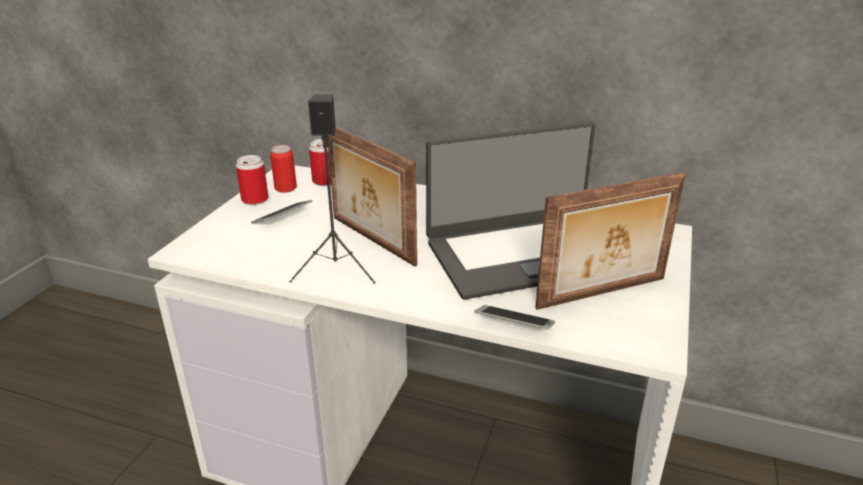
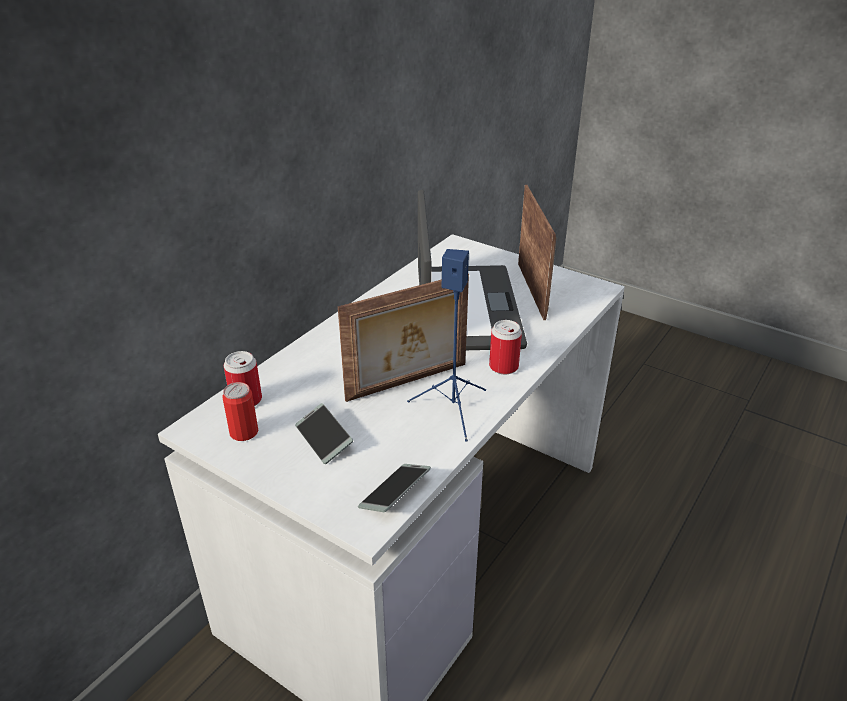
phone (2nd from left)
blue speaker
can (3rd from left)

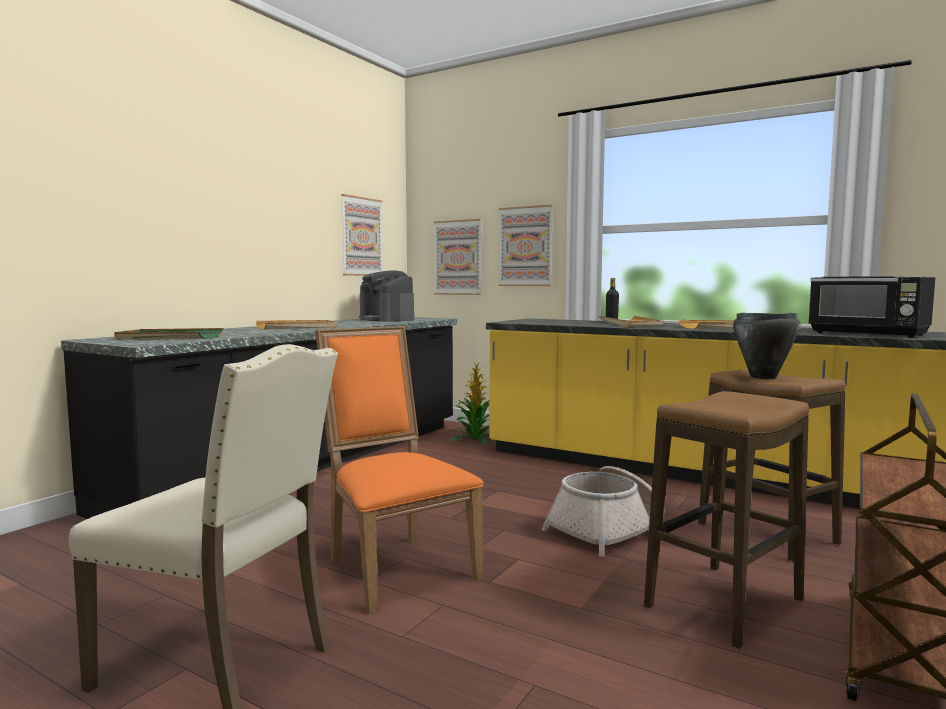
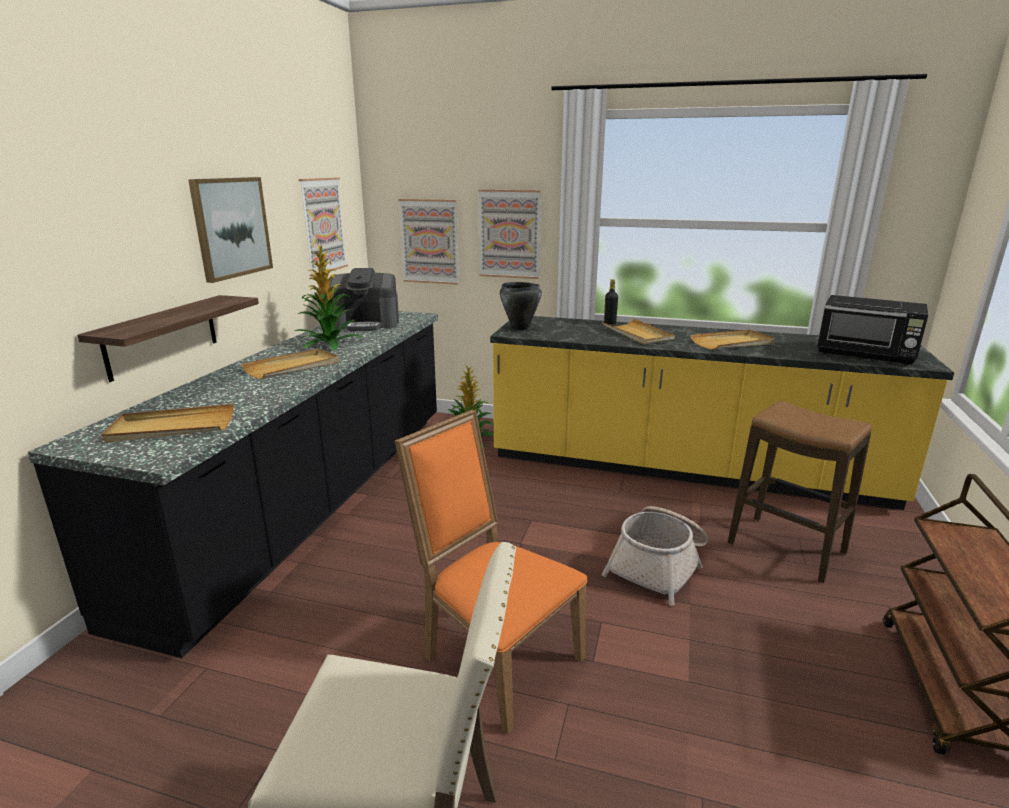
shelf
beige tray (1st from left)
picture (1st from left)
potted plant (1st from left)
coffee machine
black cooking pot
stool (1st from left in the first image)

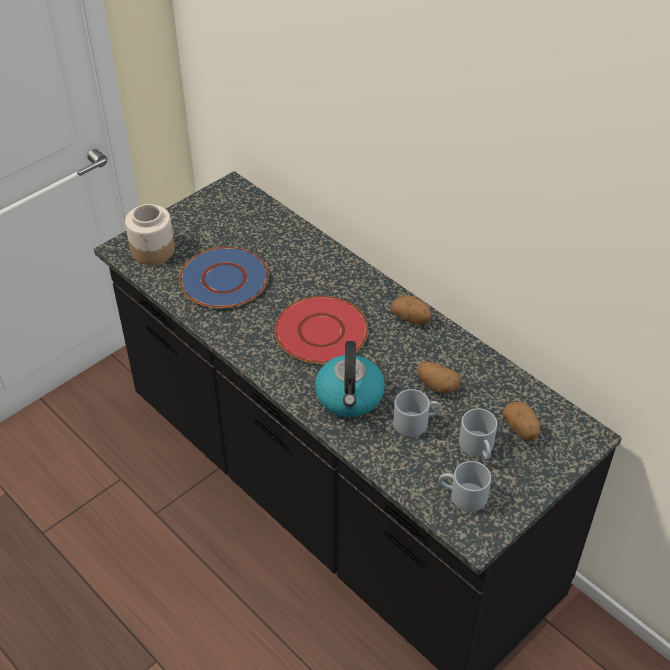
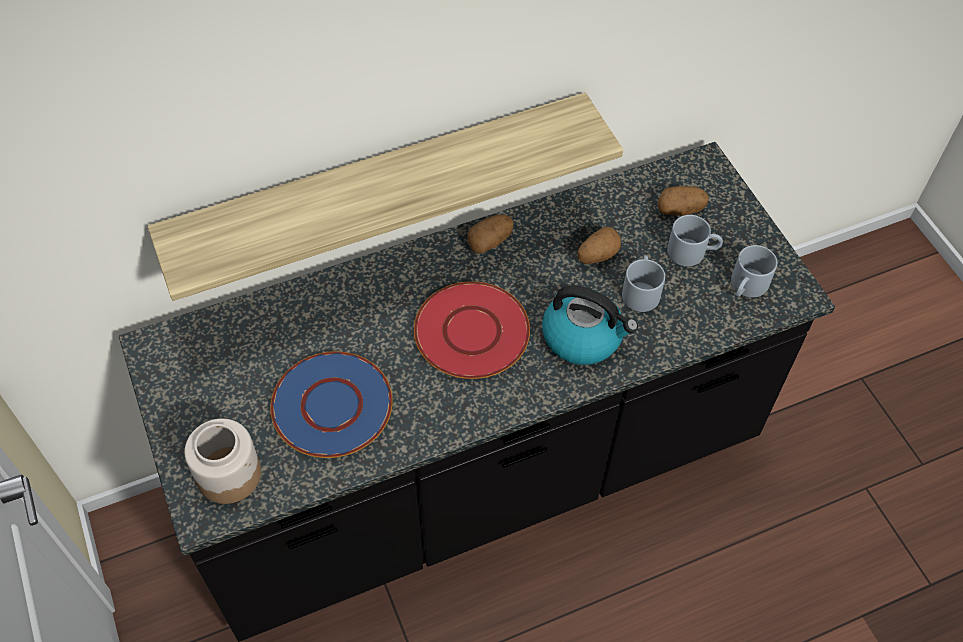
shelf

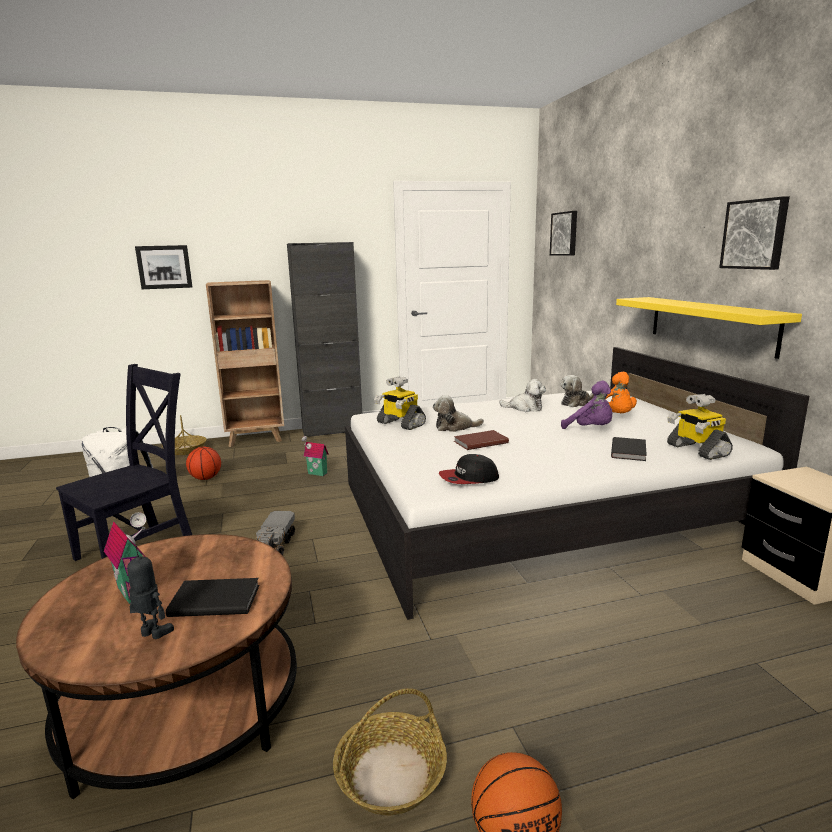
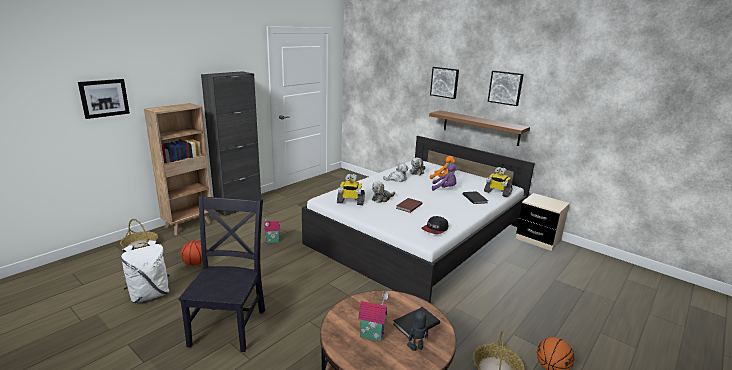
brown shelf
picture (2nd from left)
toy truck

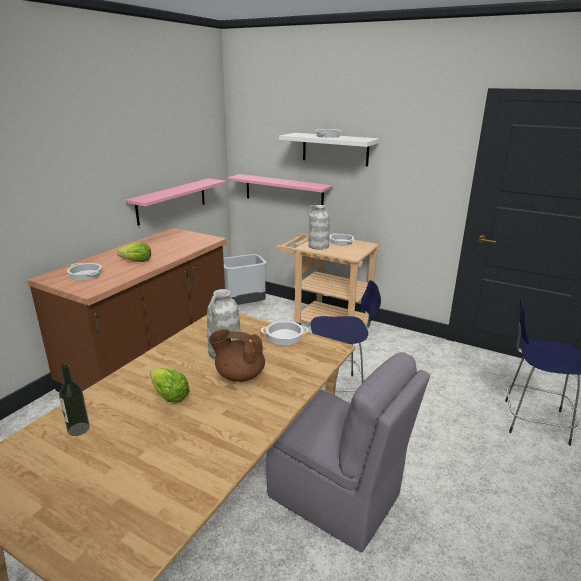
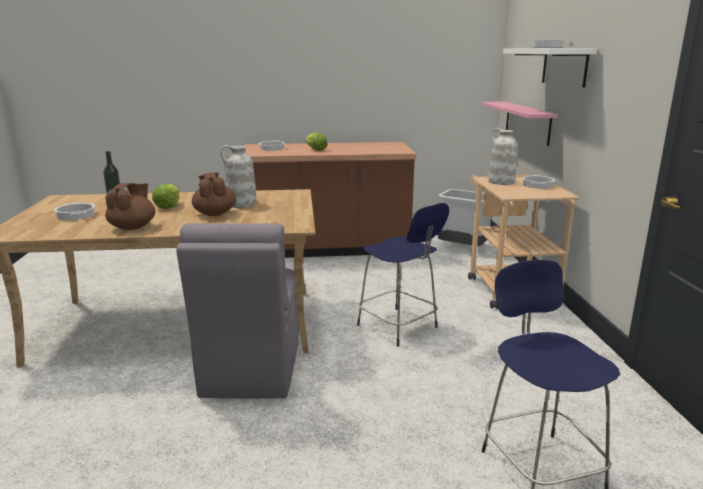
cooking pot (1st from left)
brown teapot (1st from left)
pink shelf (1st from left in the first image)

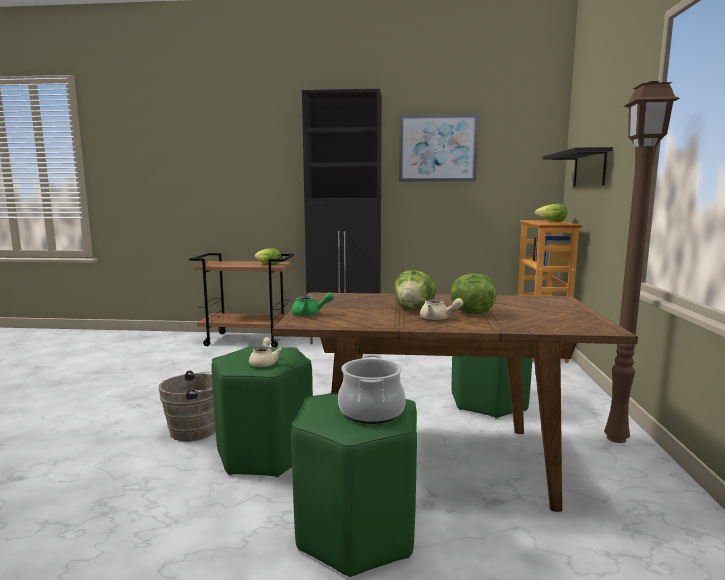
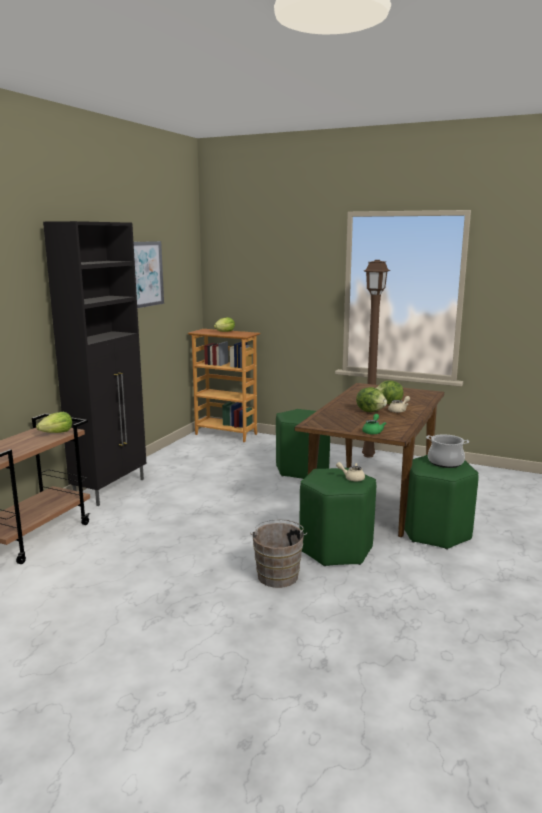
black shelf

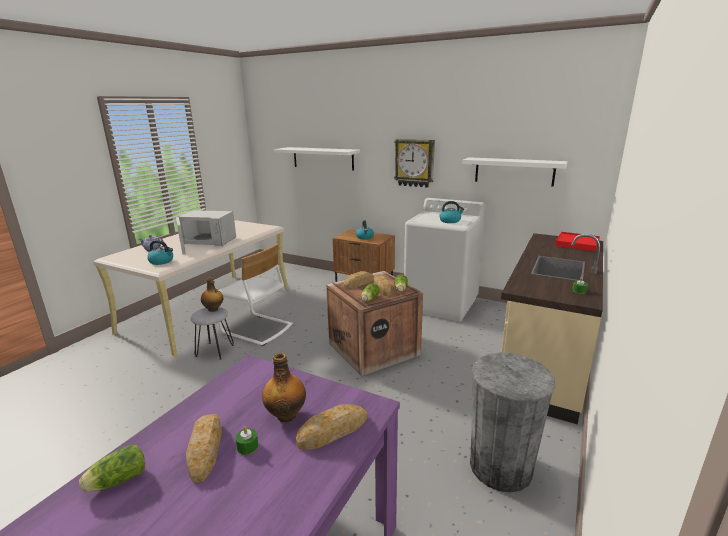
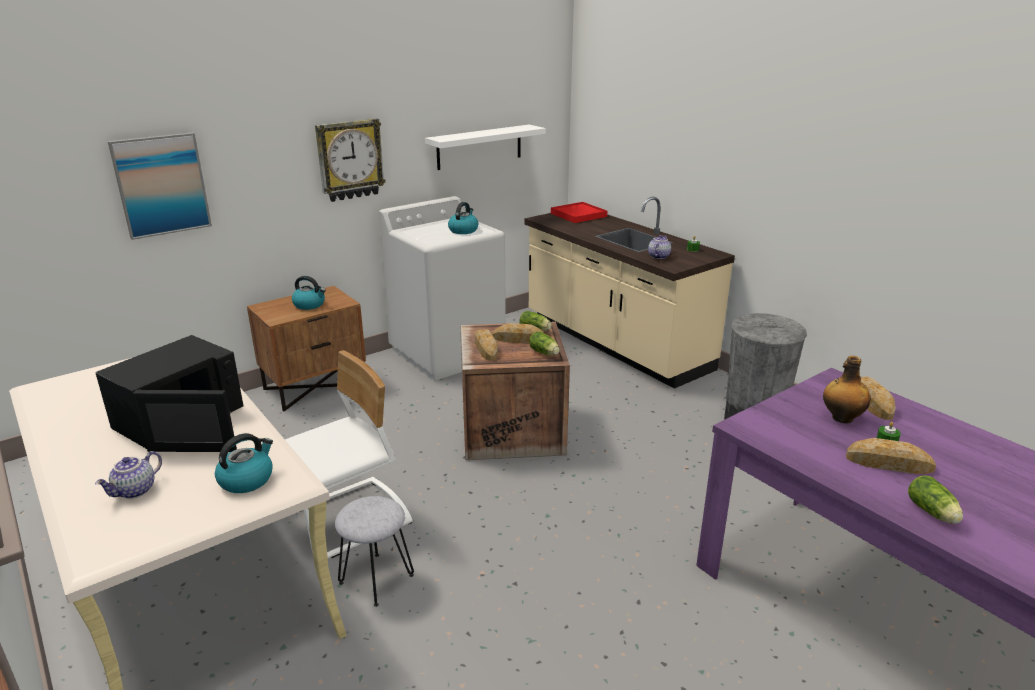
black microwave
picture
teapot (2nd from left)
bottle (1st from left in the first image)

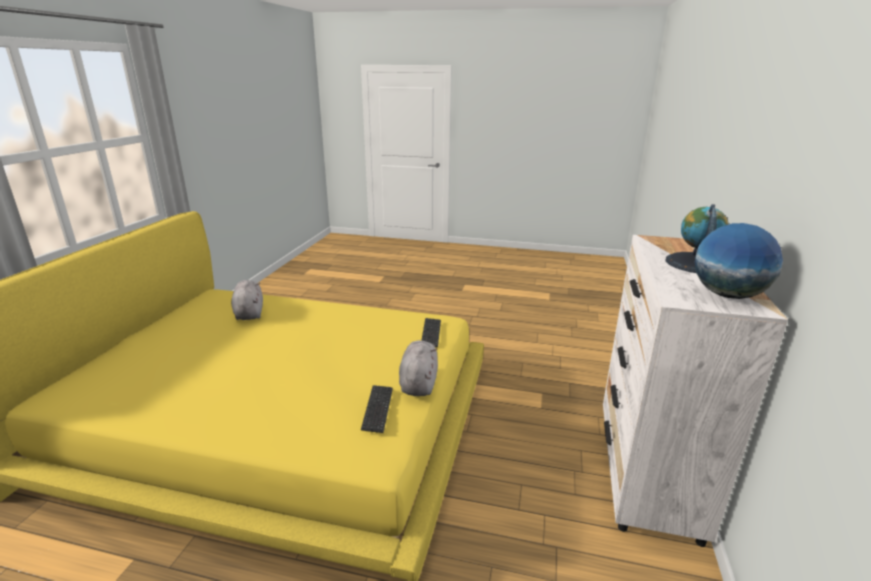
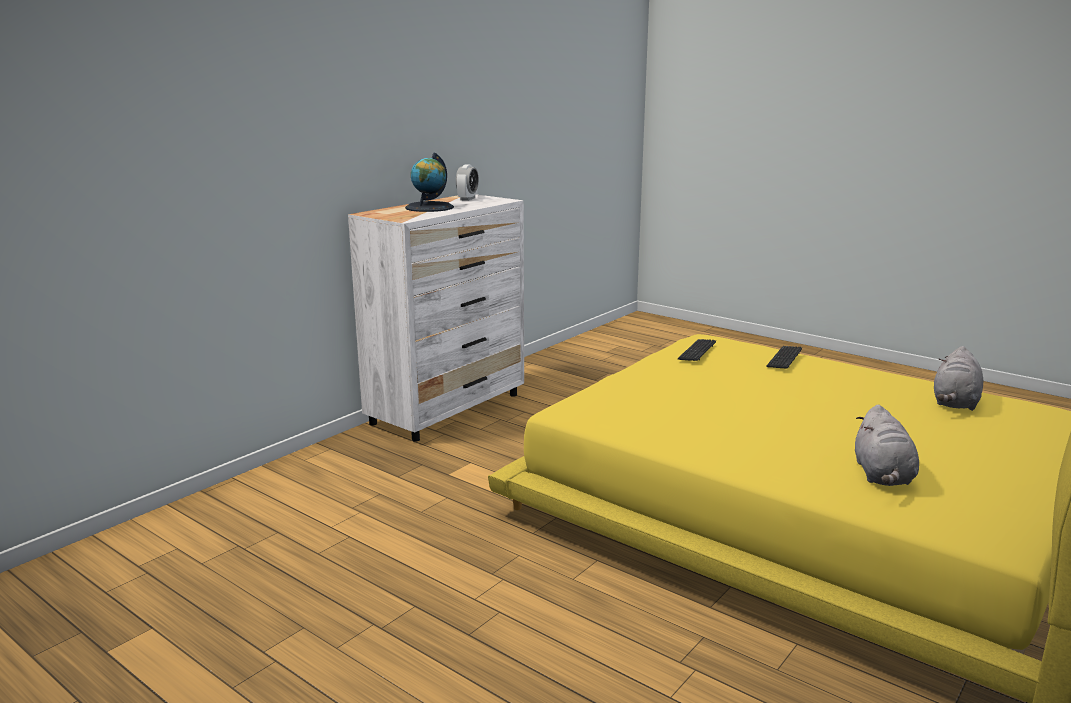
alarm clock
keyboard (2nd from left)
grey plush toy (2nd from left)

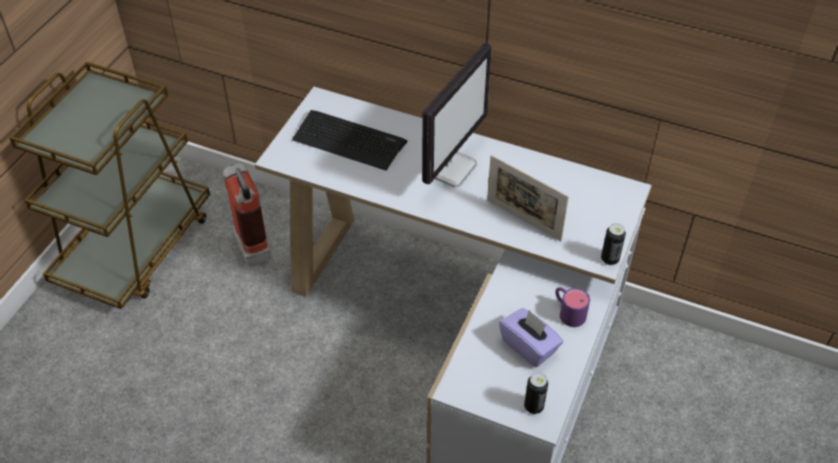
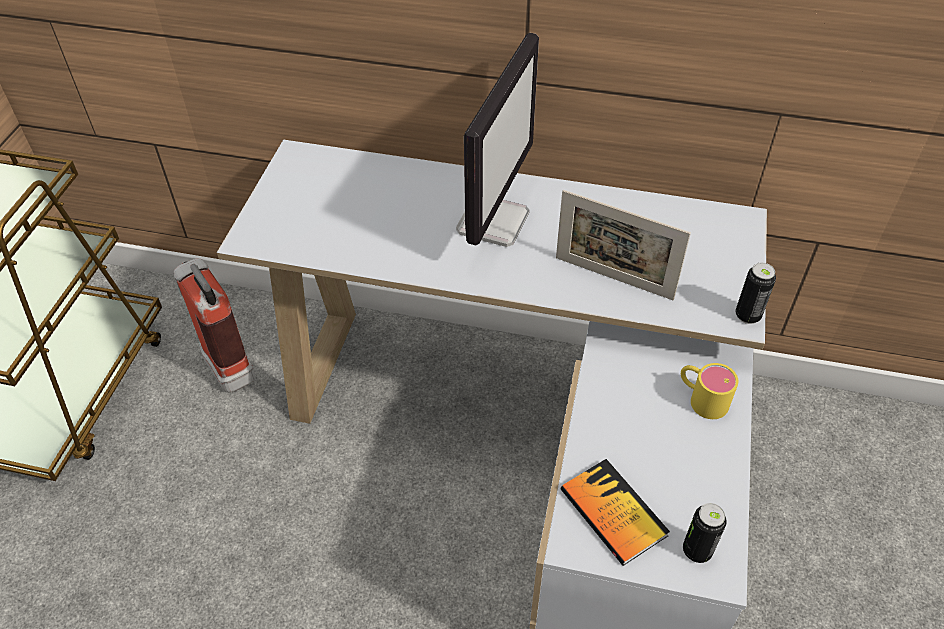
book
yellow mug
keyboard
purple tissue box

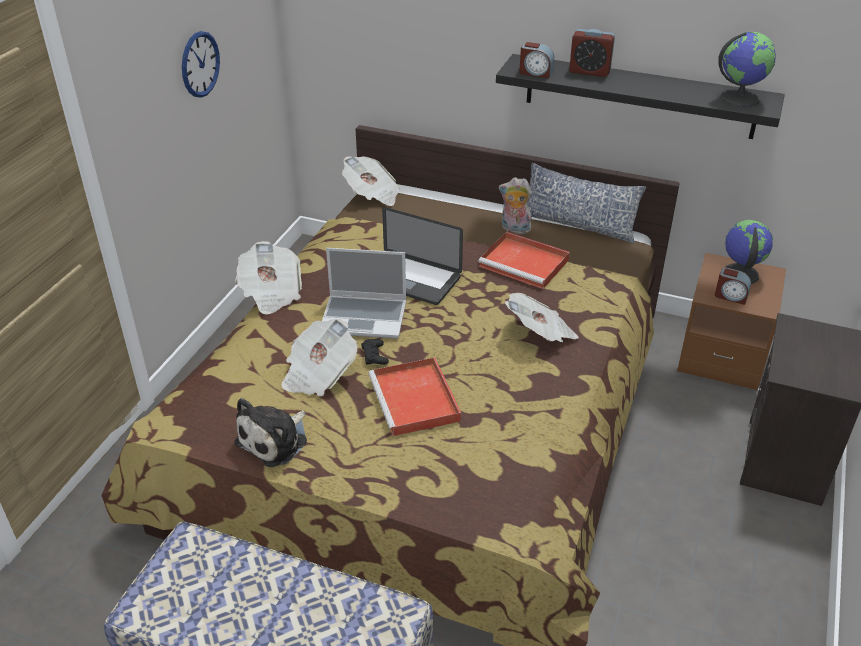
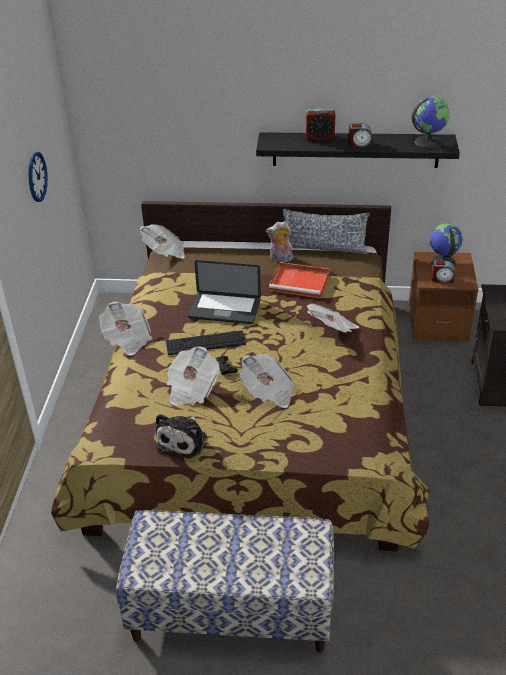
keyboard
newspaper (4th from left)
alarm clock (2nd from left)

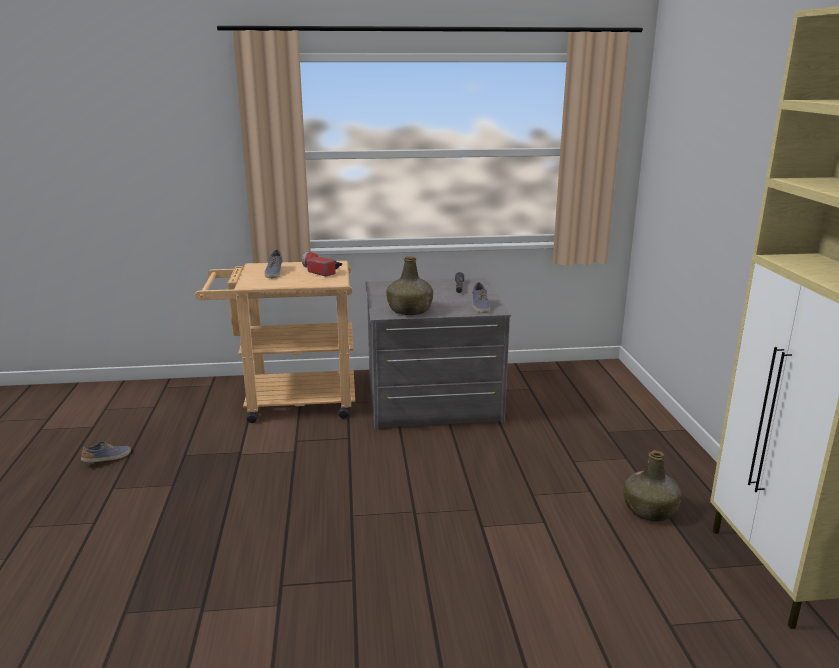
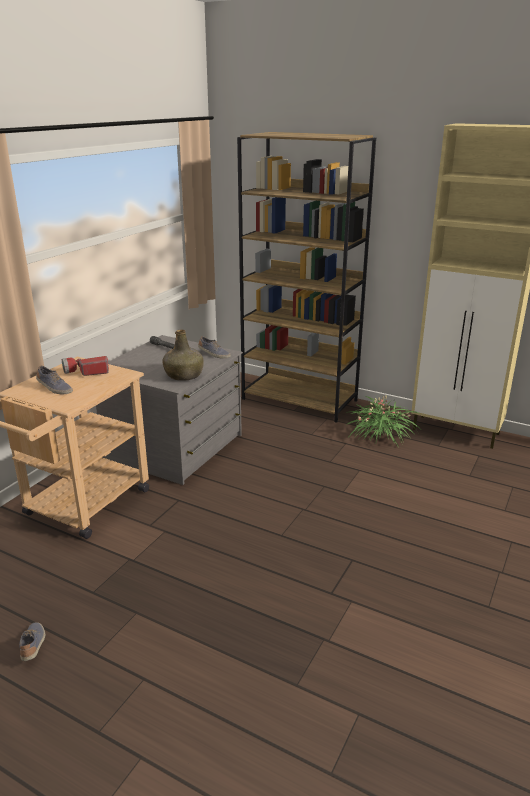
brown bookcase
potted plant

